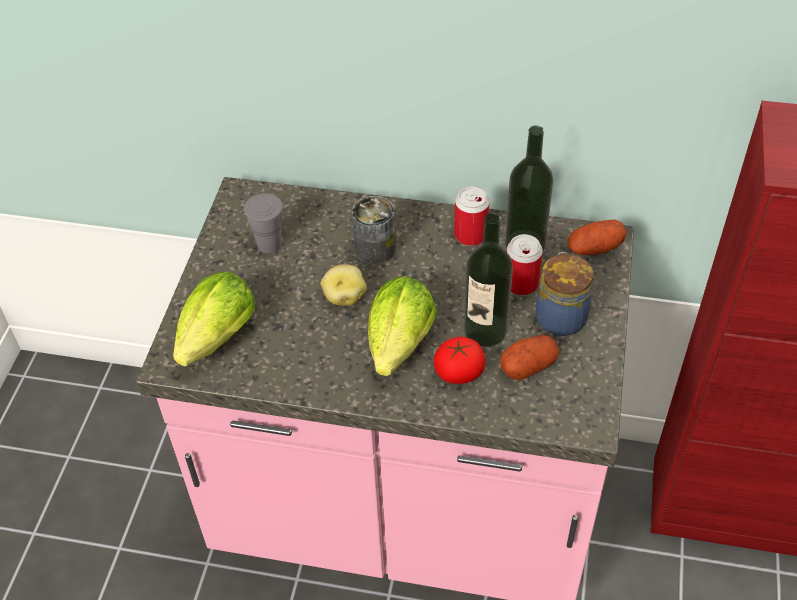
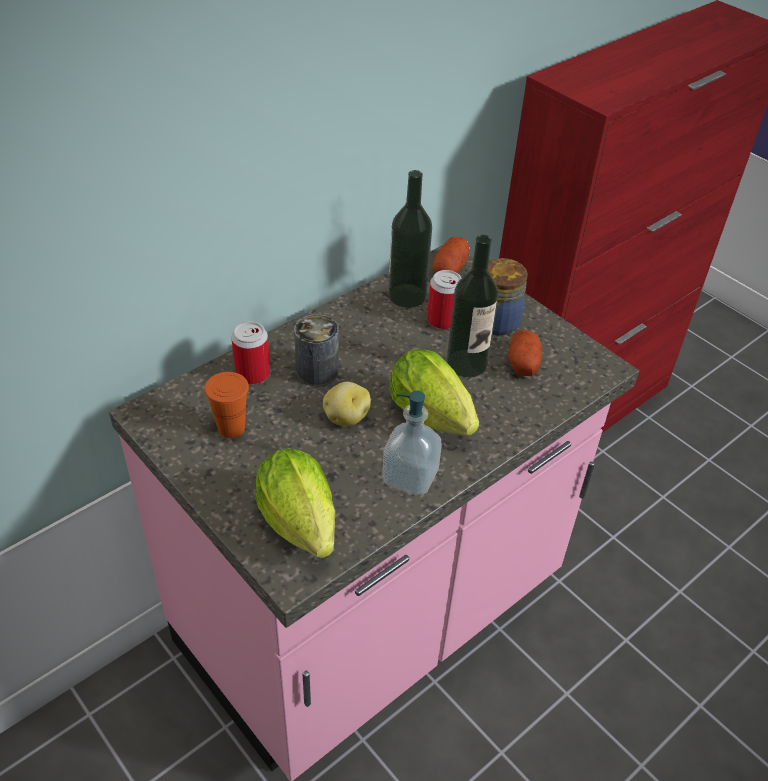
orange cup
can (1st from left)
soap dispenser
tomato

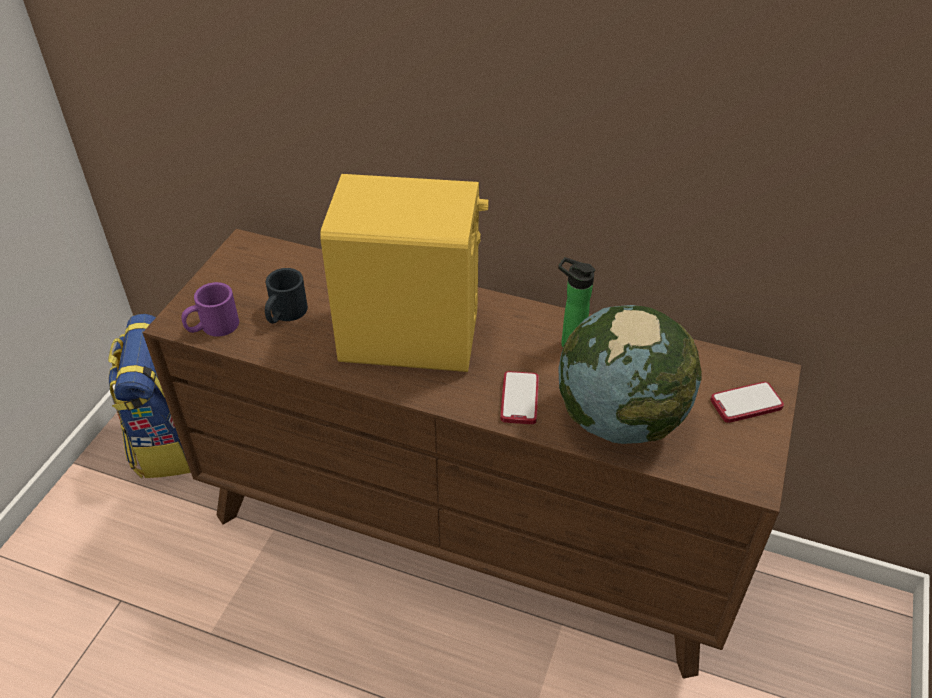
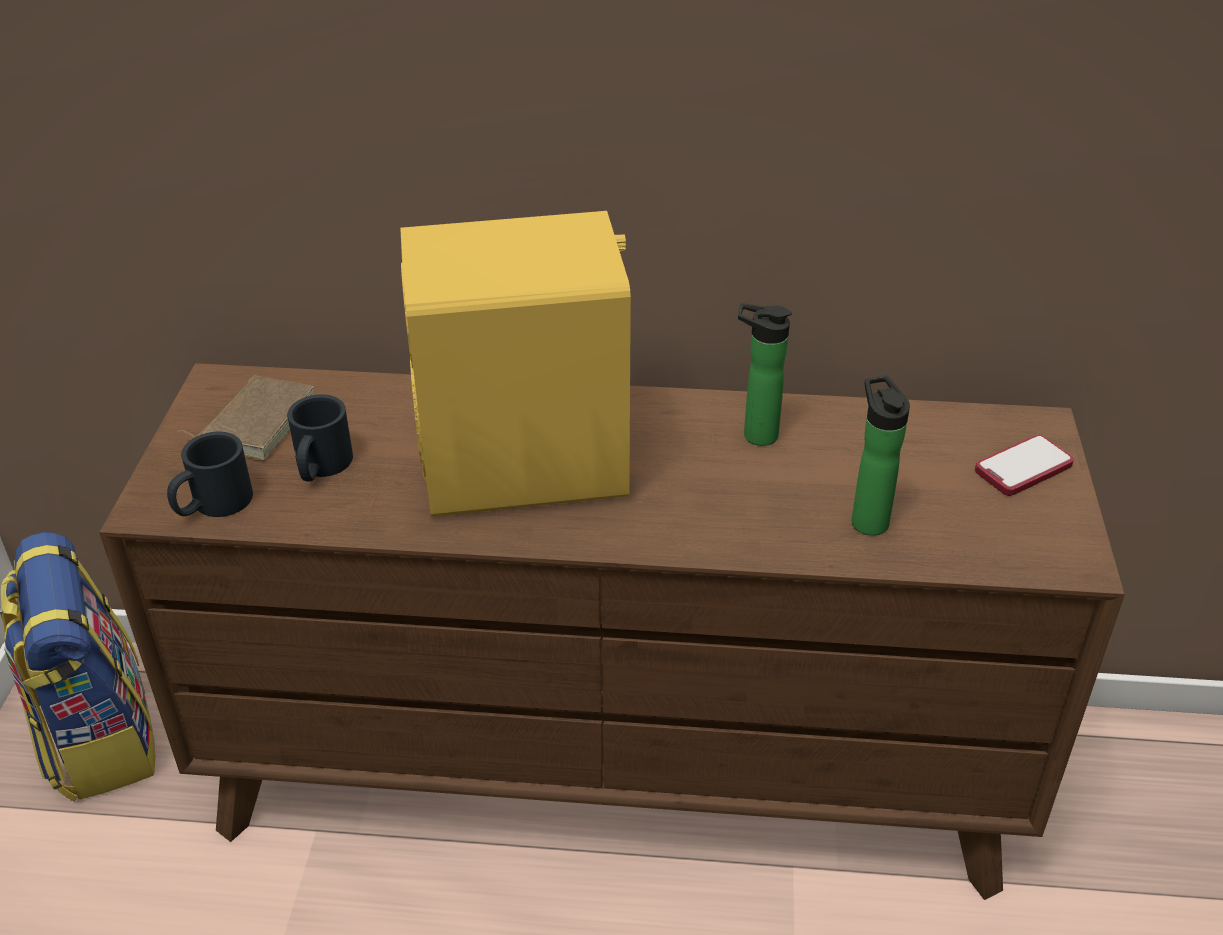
black mug (1st from left)
brown book
bottle (2nd from left)
phone (1st from left in the first image)

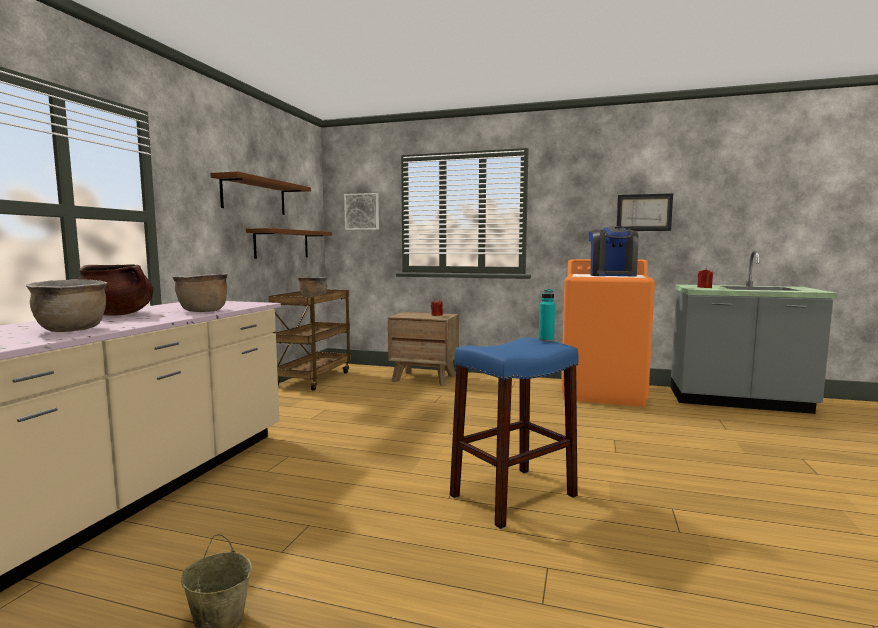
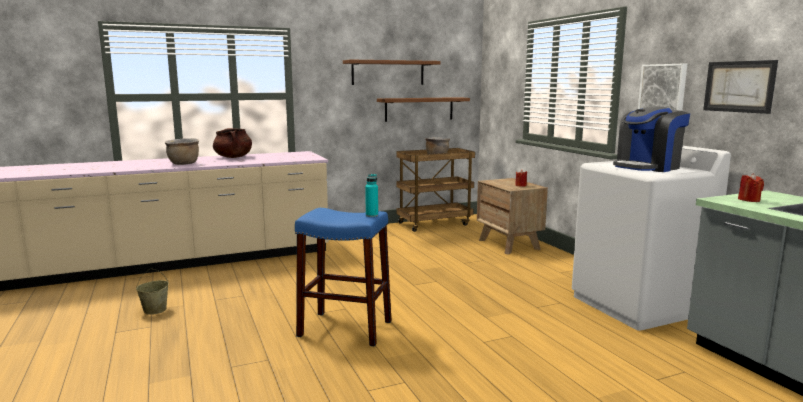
white washing machine
picture (1st from left)
brown cooking pot (3rd from left in the first image)

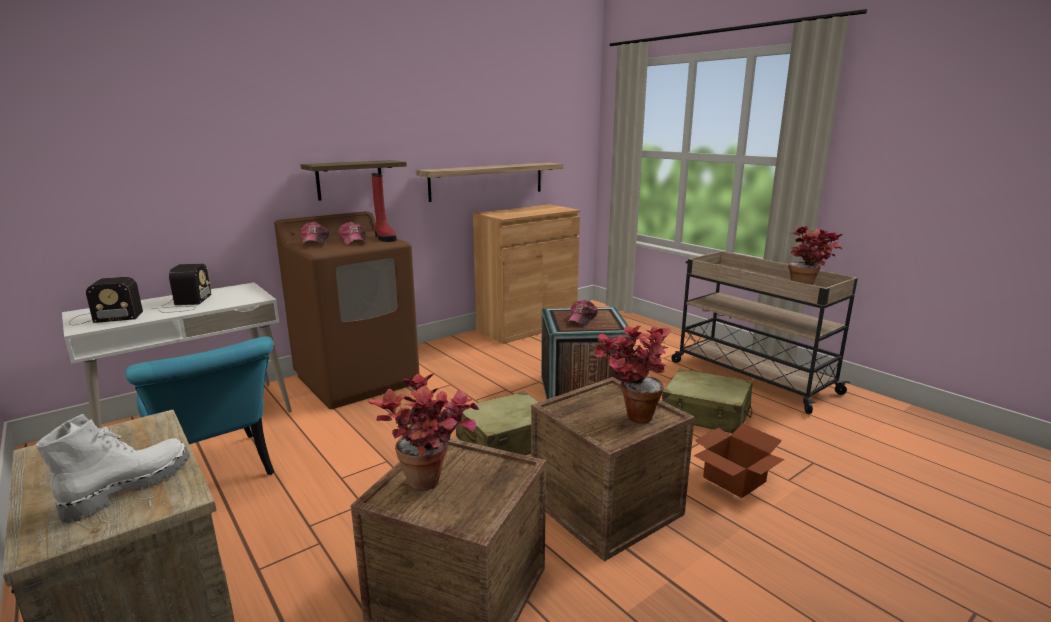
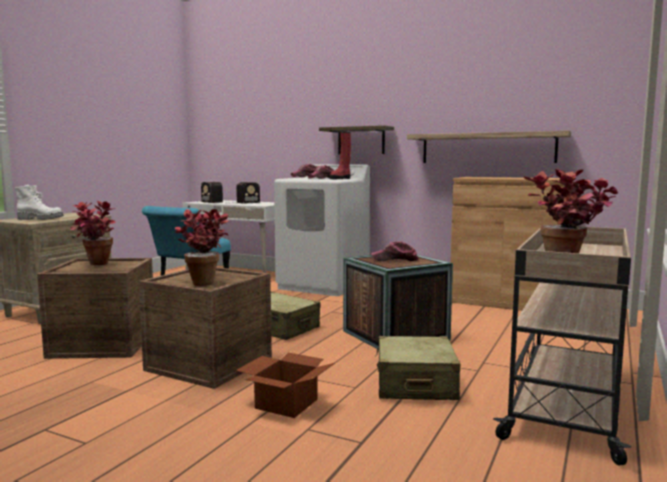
white washing machine

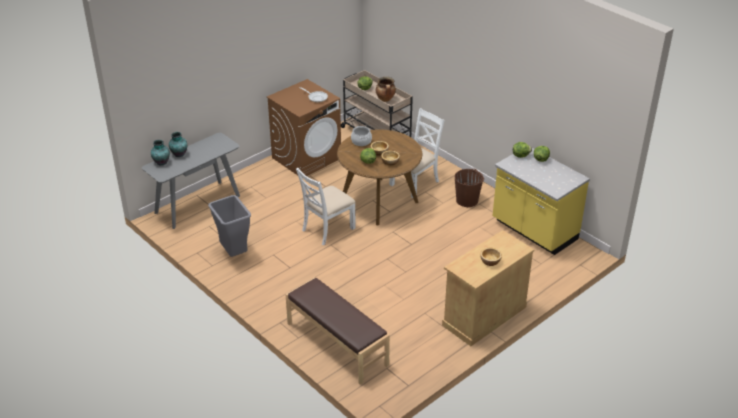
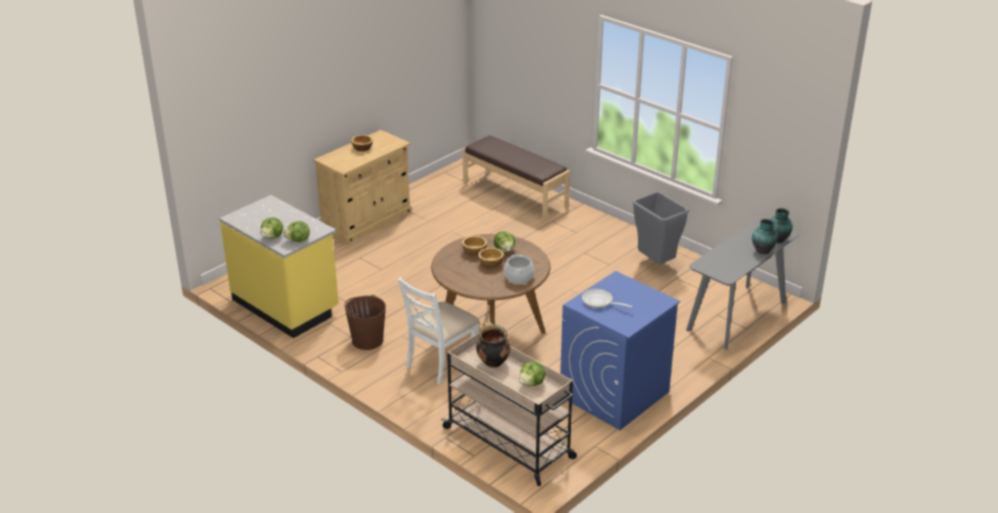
blue washing machine
white chair (1st from left in the first image)

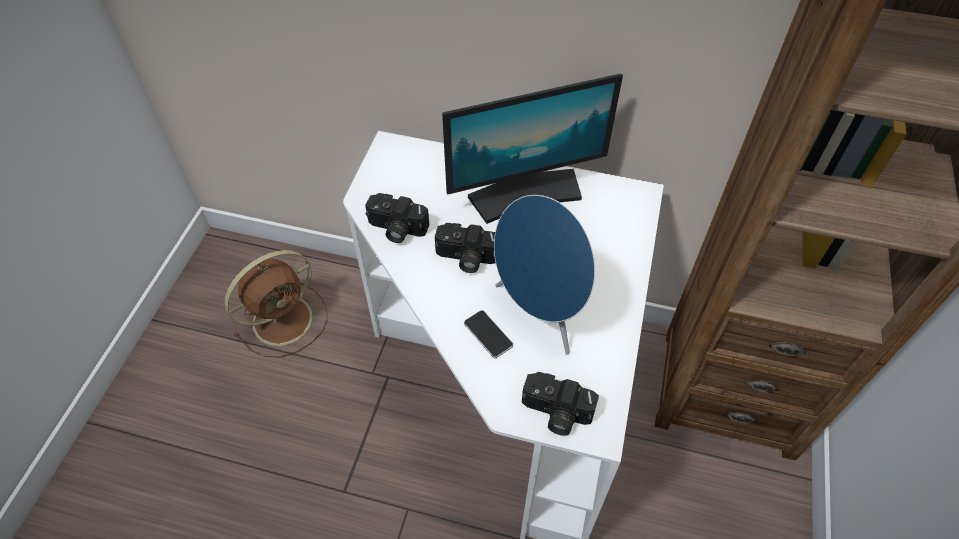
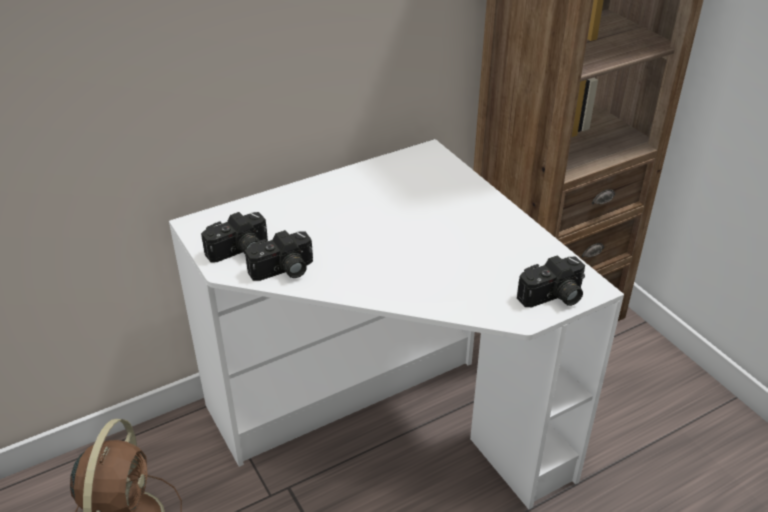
photo camera (1st from left)
monitor
phone
blue speaker

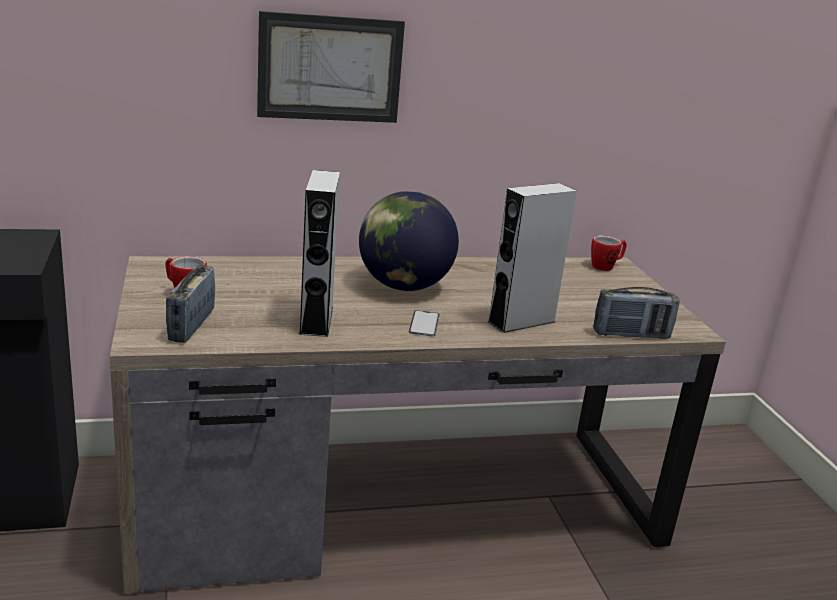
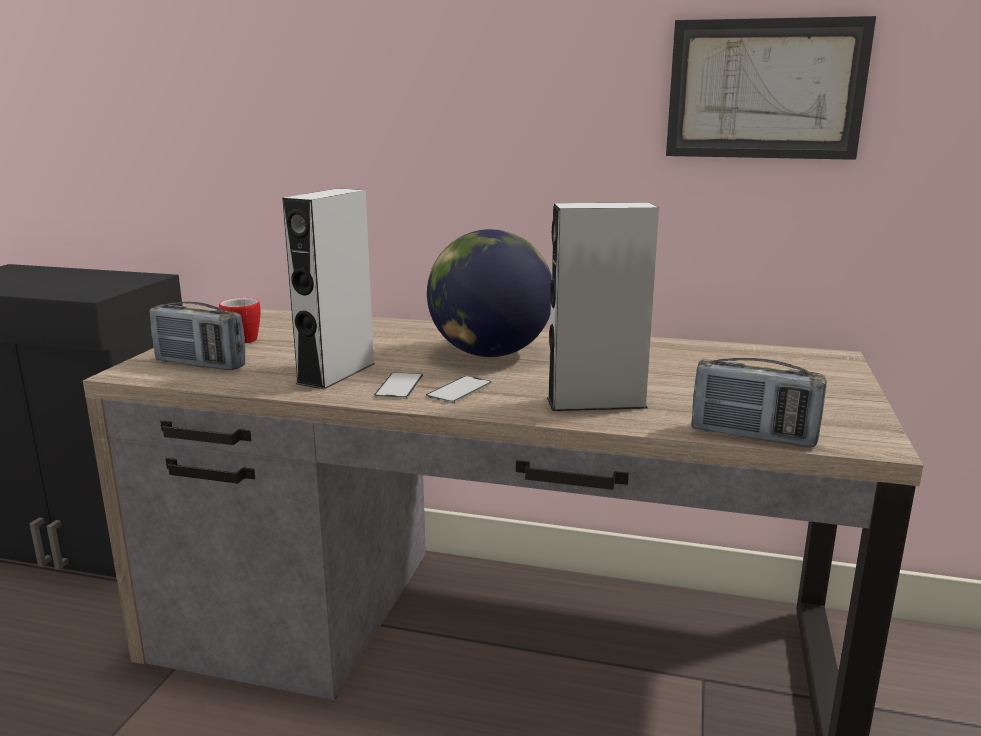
radio (1st from left)
phone (1st from left)
picture
mug (2nd from left in the first image)

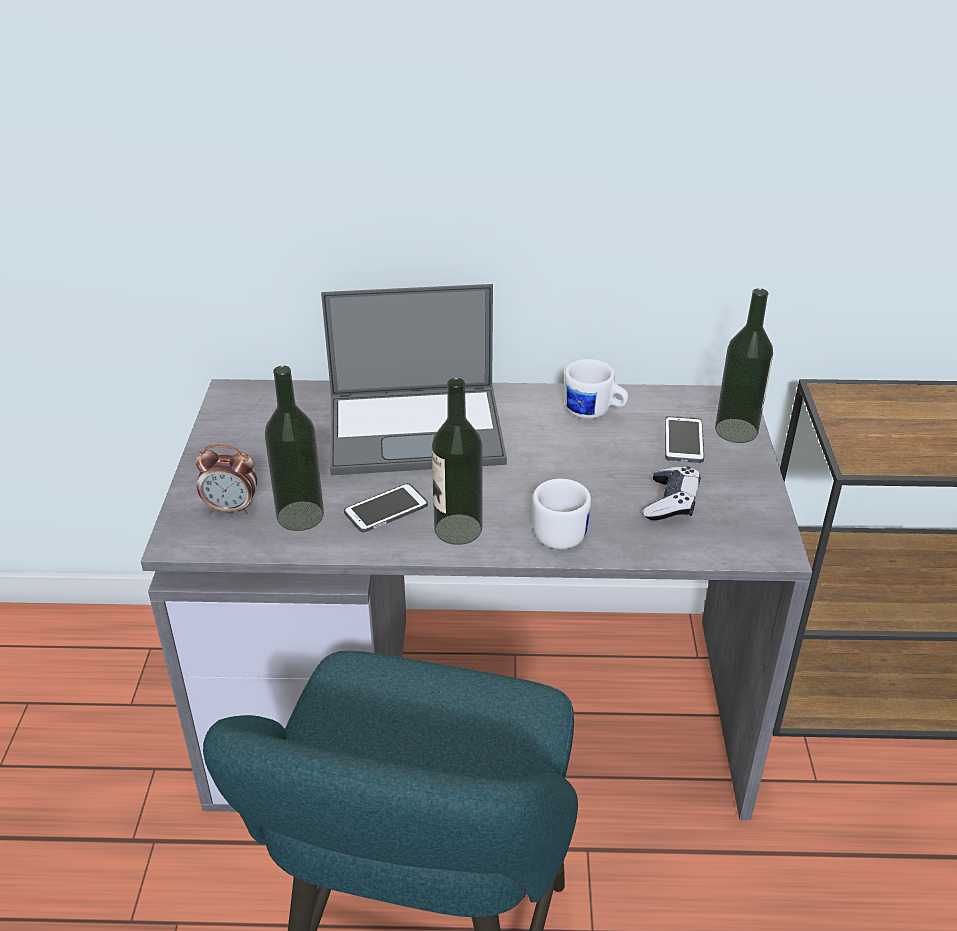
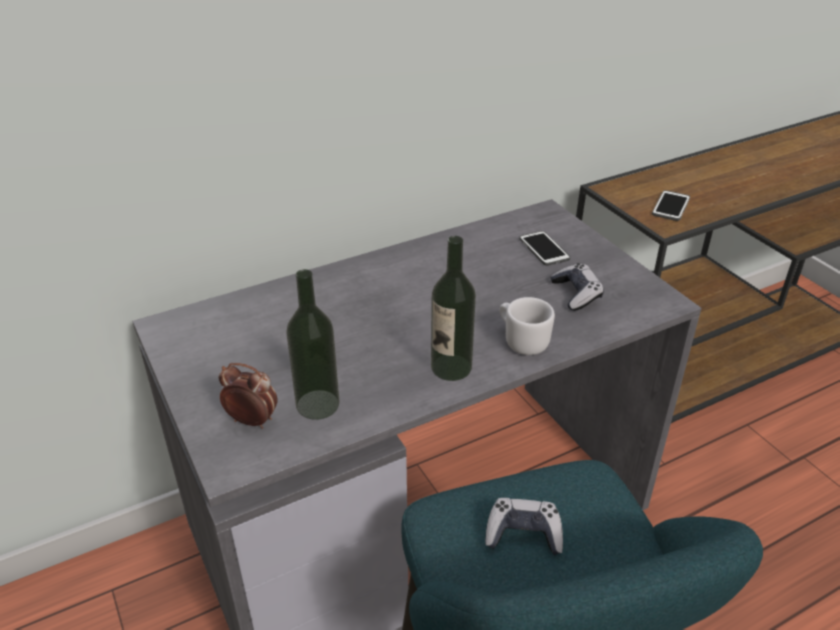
alarm clock
game controller (1st from left)
phone (2nd from left)
laptop
white mug (2nd from left in the first image)
bottle (3rd from left in the first image)

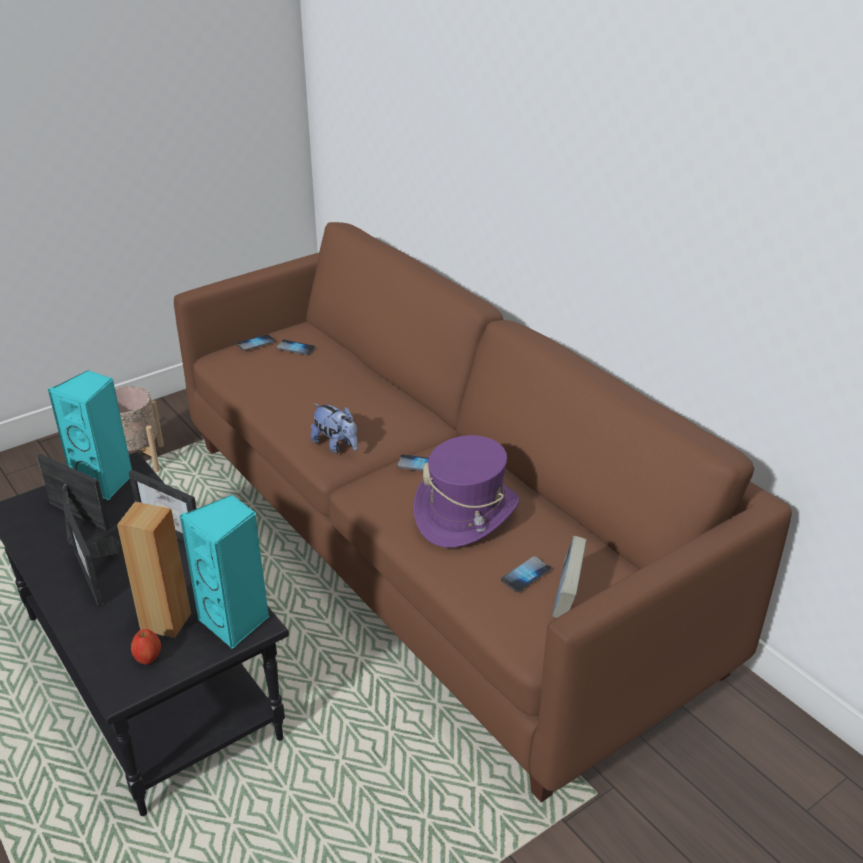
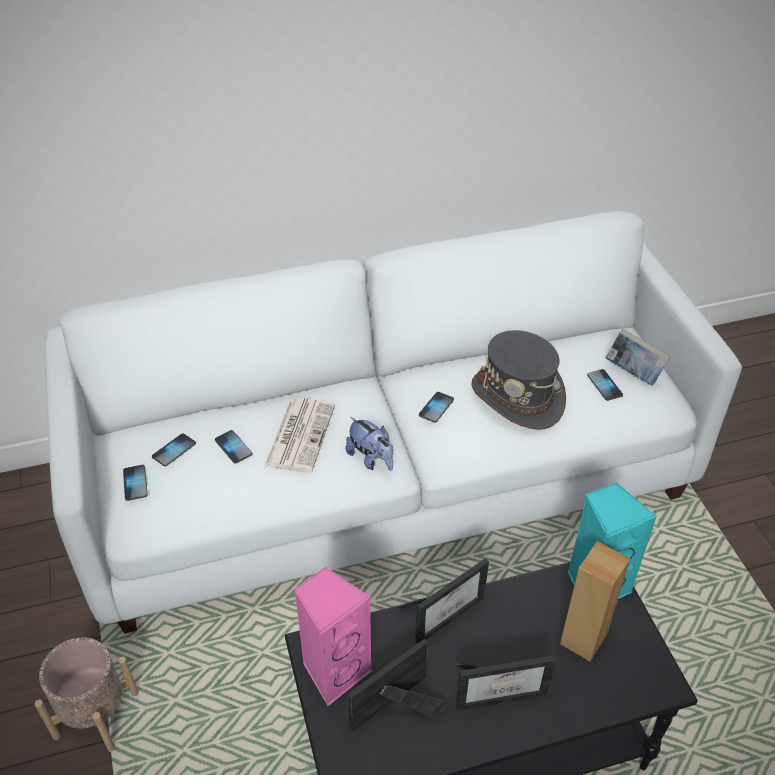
white sofa
phone (3rd from left)
newspaper
pink speaker
plush toy
grey hat
apple

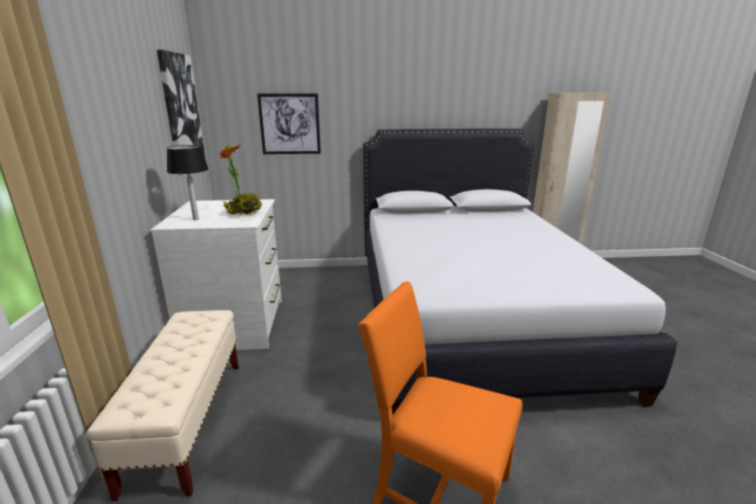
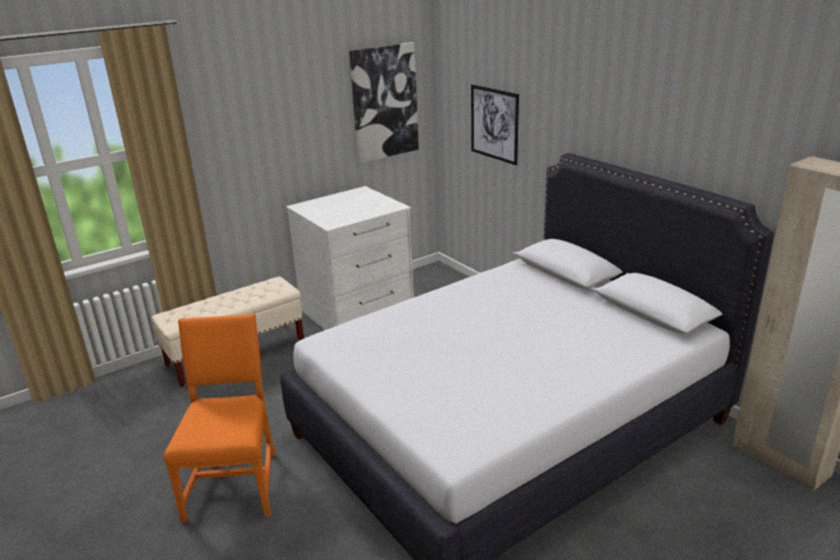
table lamp
potted plant

